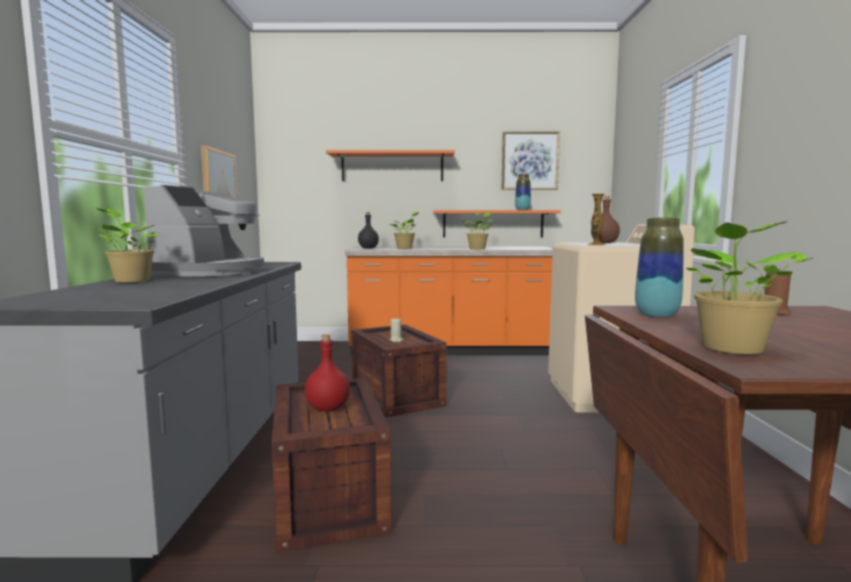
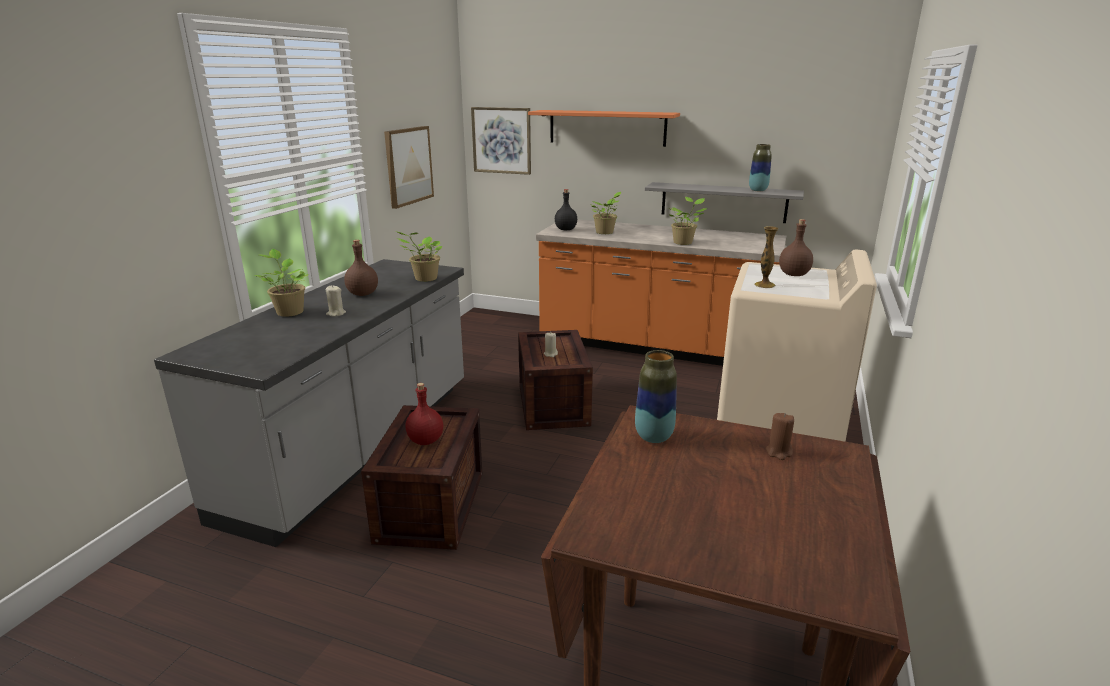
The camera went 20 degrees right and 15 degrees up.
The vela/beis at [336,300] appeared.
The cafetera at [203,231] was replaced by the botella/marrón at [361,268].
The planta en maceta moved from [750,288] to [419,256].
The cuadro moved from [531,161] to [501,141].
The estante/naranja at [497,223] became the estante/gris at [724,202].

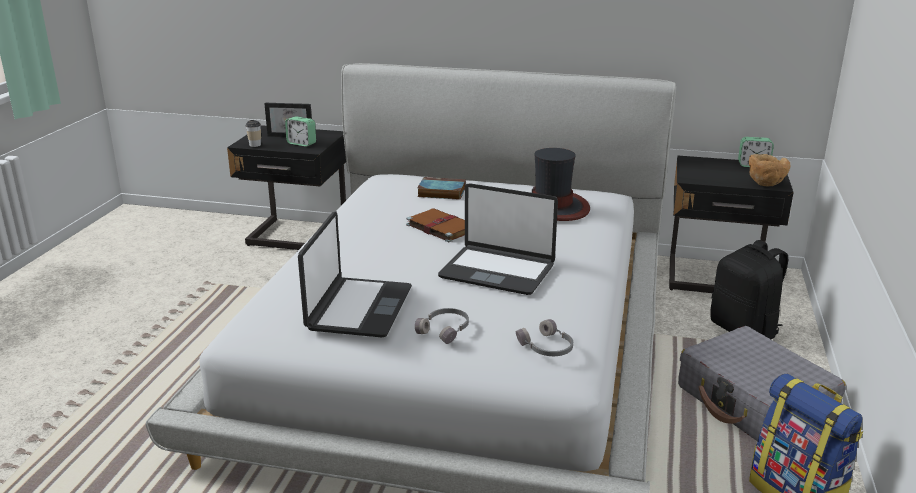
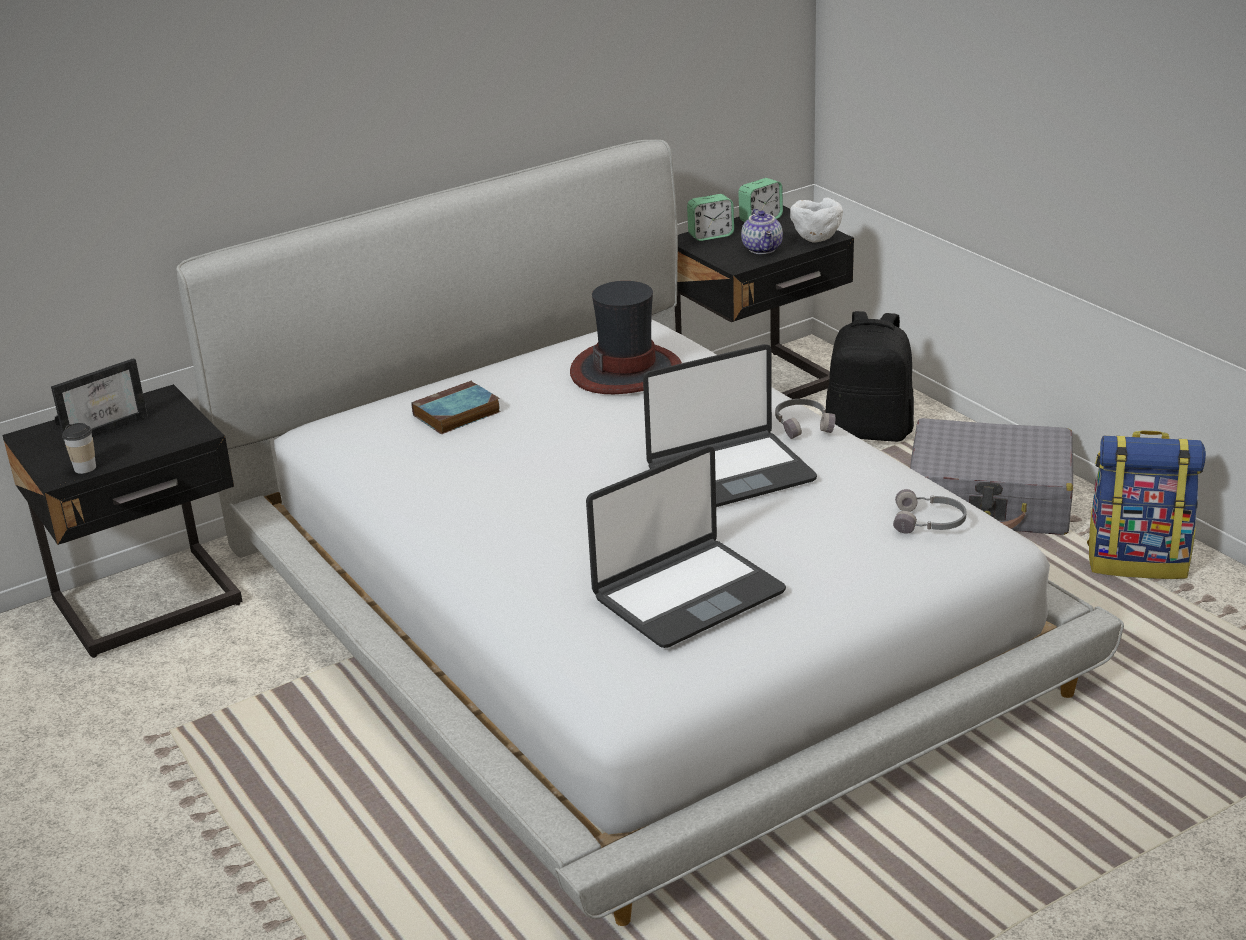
The camera went 45 degrees left and 5 degrees up.
The portátil at [355,274] turned 90 degrees clockwise.
The despertador moved from [300,131] to [710,217].
The tetera at [762,231] appeared.
The auriculares/gris moved from [442,326] to [805,419].
The cuenco/marrón at [769,170] became the cuenco/blanco at [816,220].
The libro/marrón at [435,225] disappeared.

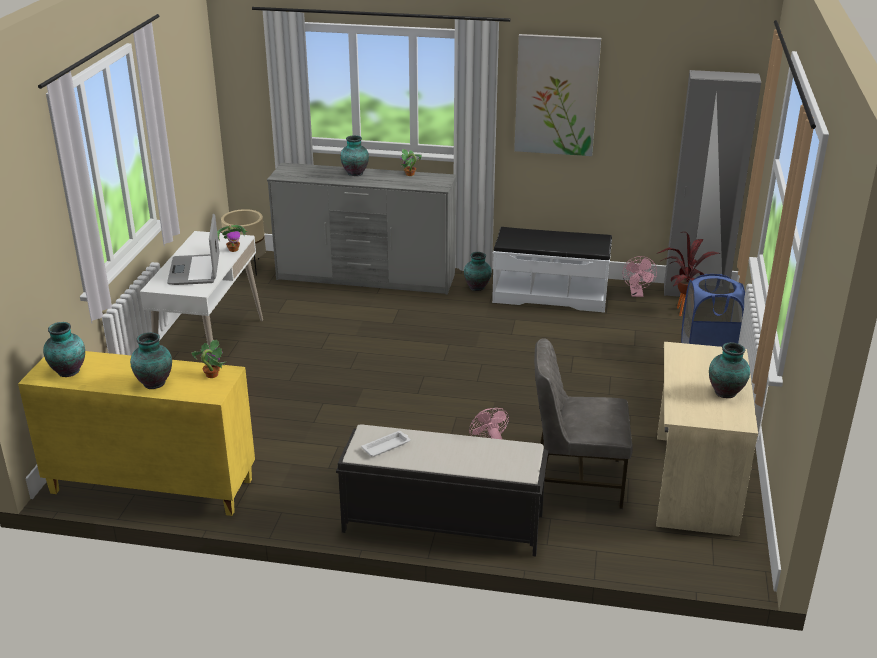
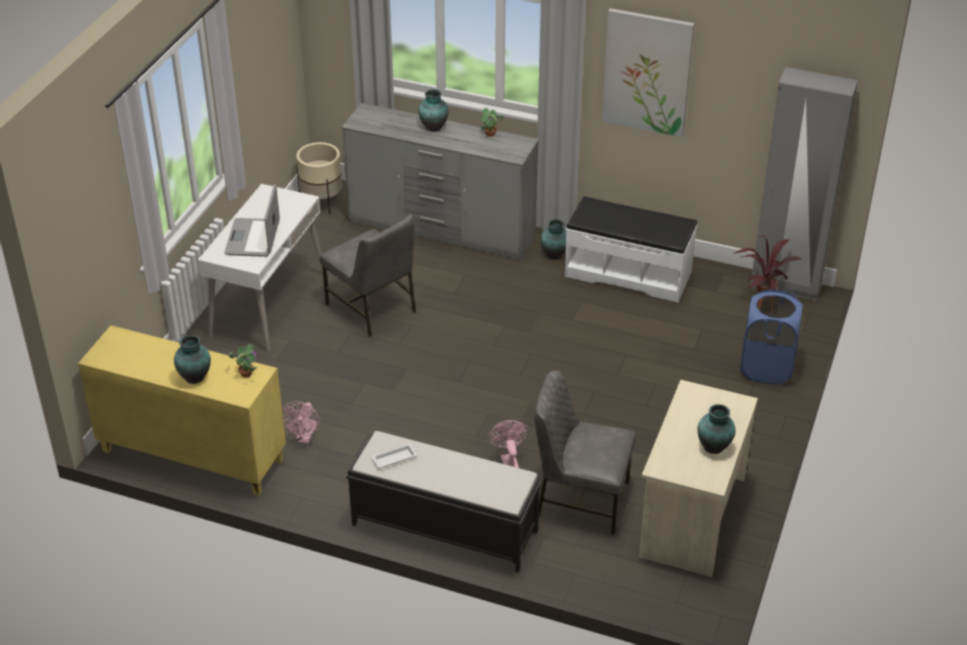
The camera went 10 degrees right and 10 degrees up.
The ventilador/rosa moved from [640,276] to [301,422].
The silla/gris at [368,275] appeared.
The florero at [64,349] disappeared.
The planta en maceta at [232,238] disappeared.

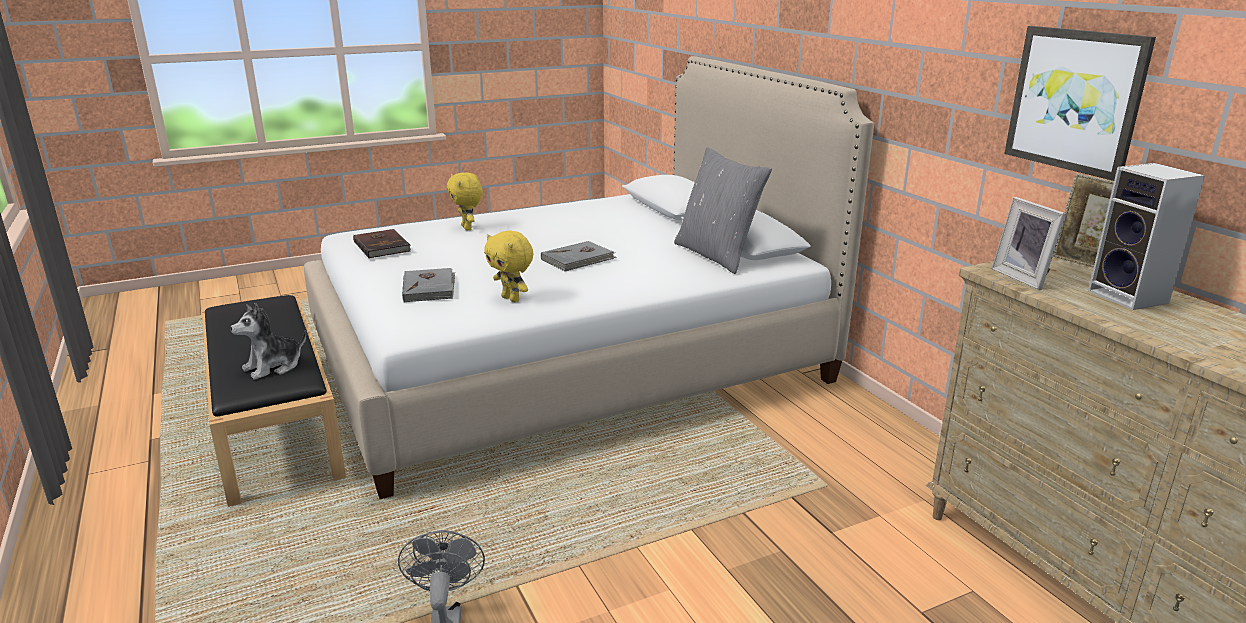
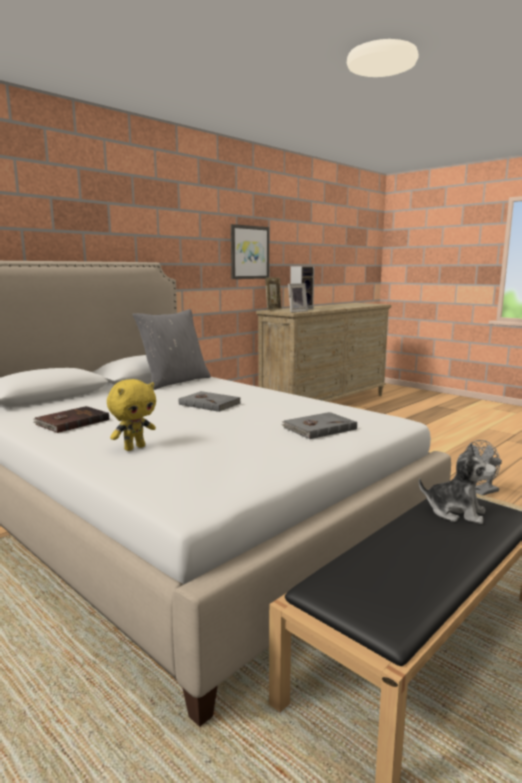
The camera went 110 degrees left and 10 degrees down.
The libro/marrón moved from [382,243] to [71,419].
The peluche/amarillo at [509,266] disappeared.

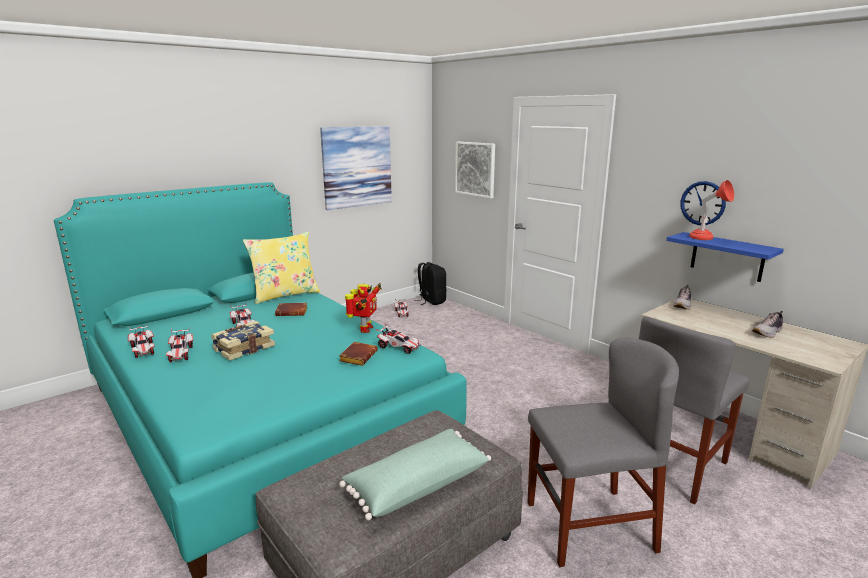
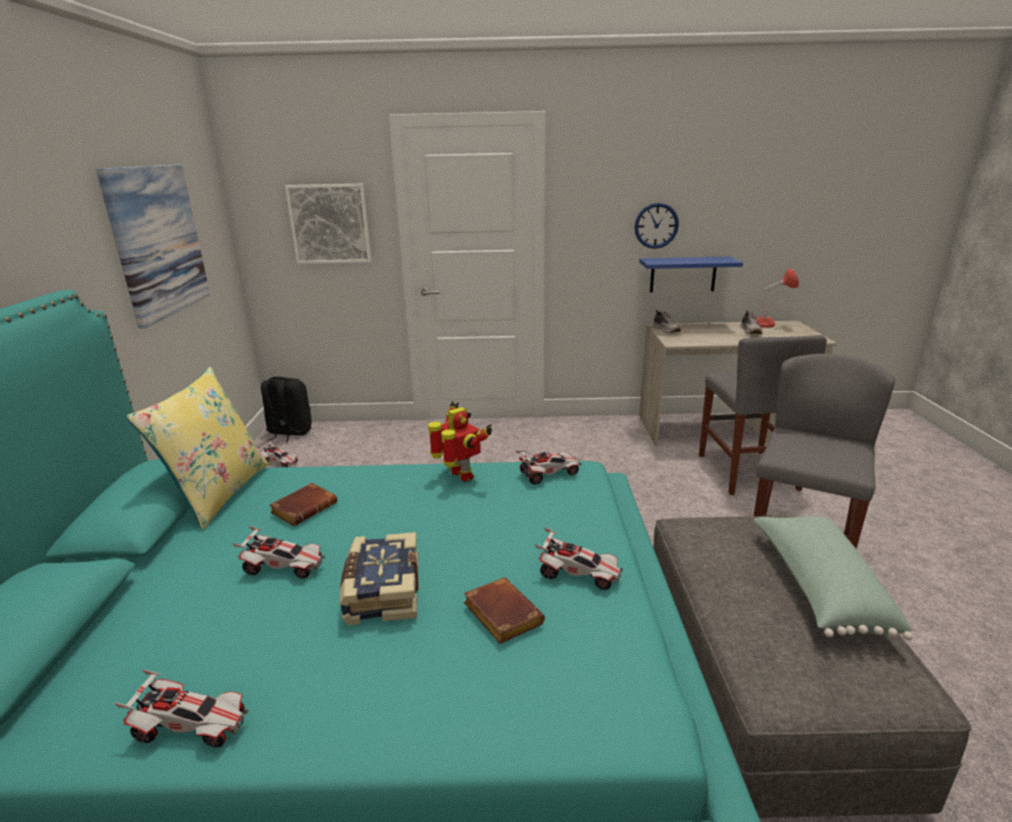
The camera went 50 degrees left and 5 degrees up.
The libro/marrón moved from [358,354] to [504,610].
The coche de juguete moved from [179,344] to [579,558].
The lámpara de mesa/rojo moved from [711,210] to [778,298].

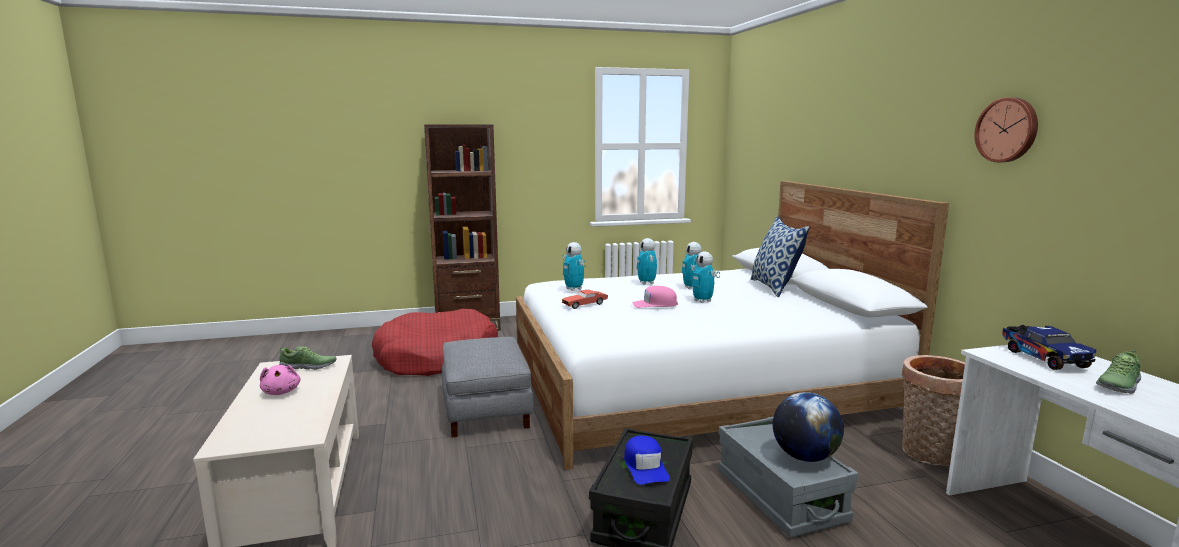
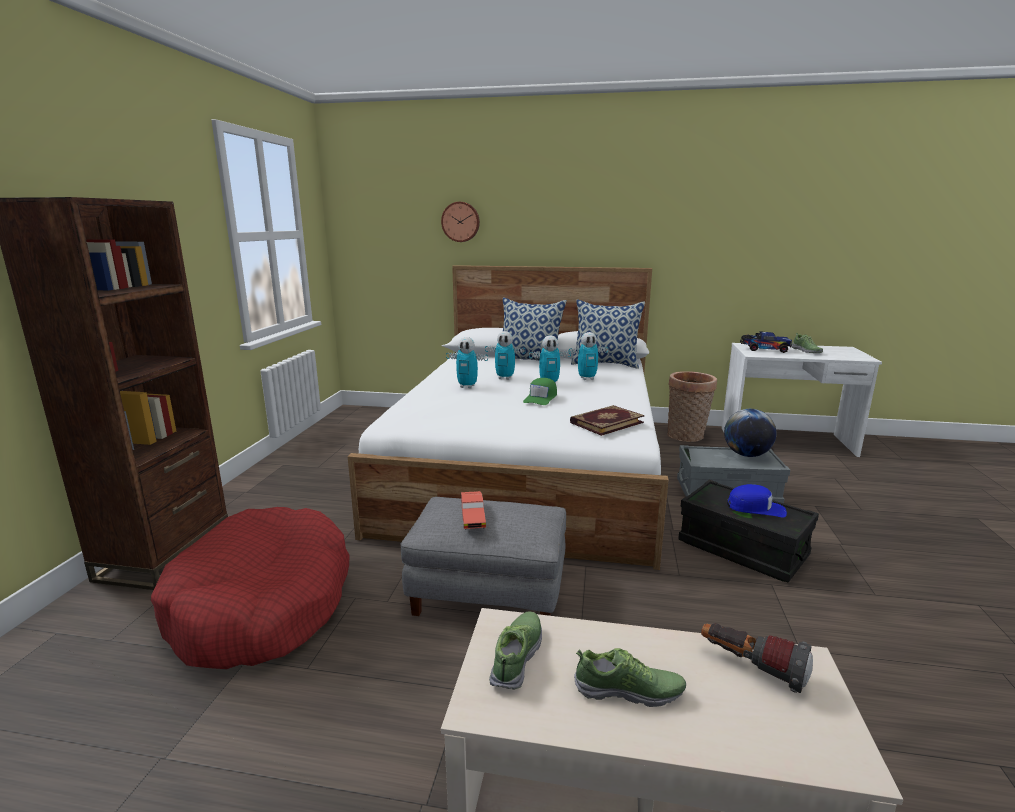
The camera went 65 degrees left and 5 degrees up.
The reloj de pared moved from [1006,130] to [460,222].
The coche de juguete/rojo moved from [585,299] to [473,510].
The gorra/rosa at [655,297] became the gorra/verde at [540,391].
The robot de juguete moved from [574,266] to [588,356].
The libro at [607,420] appeared.
The cojín at [608,334] appeared.
The peluche/rosa at [280,380] was replaced by the zapato at [630,677].
The linterna at [757,658] appeared.

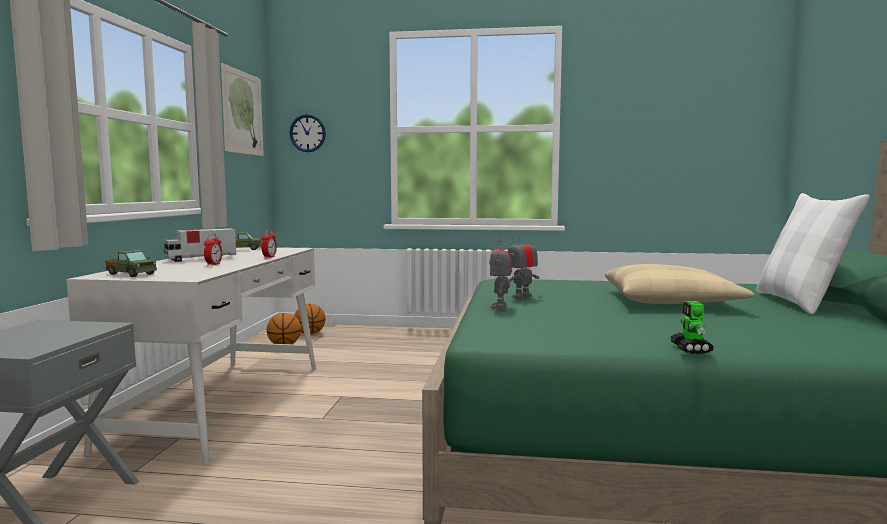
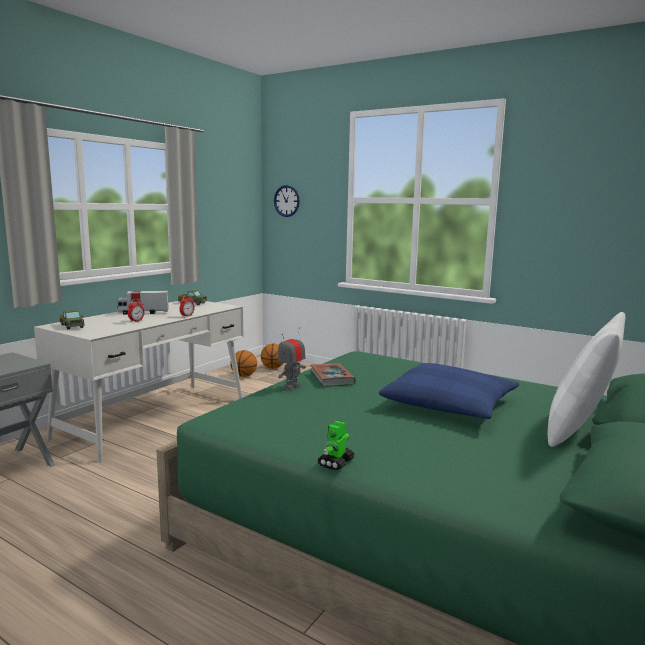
The camera went 25 degrees right and 5 degrees up.
The robot de juguete at [523,265] was replaced by the libro at [333,375].
The cojín/beis at [679,284] became the cojín/azul at [449,391].
The cuadro at [242,109] disappeared.

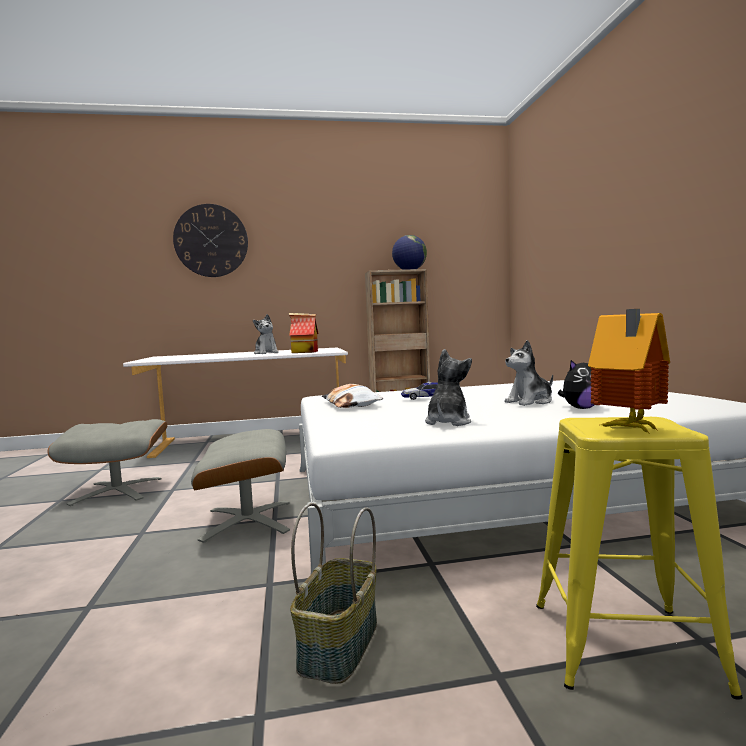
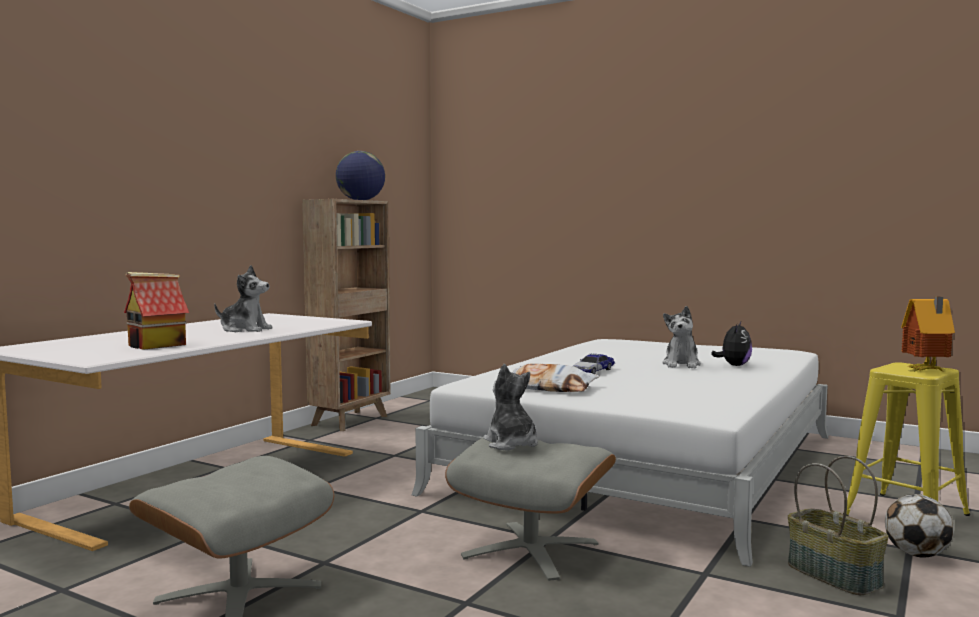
The camera went 50 degrees left and 0 degrees up.
The casita moved from [304,333] to [156,311].
The peluche moved from [448,387] to [510,407].
The balón de fútbol at [919,526] appeared.
The reloj de pared at [210,240] disappeared.

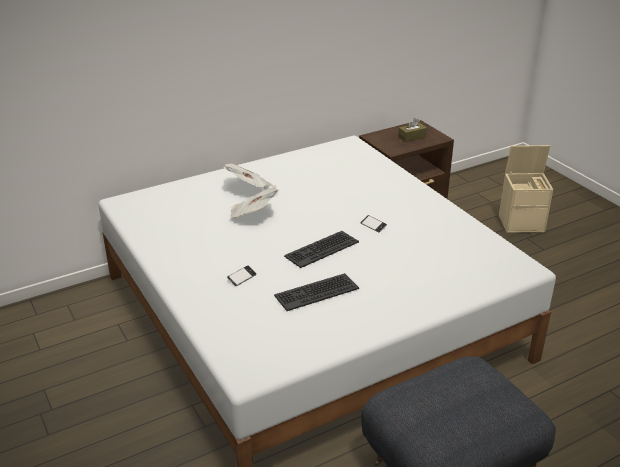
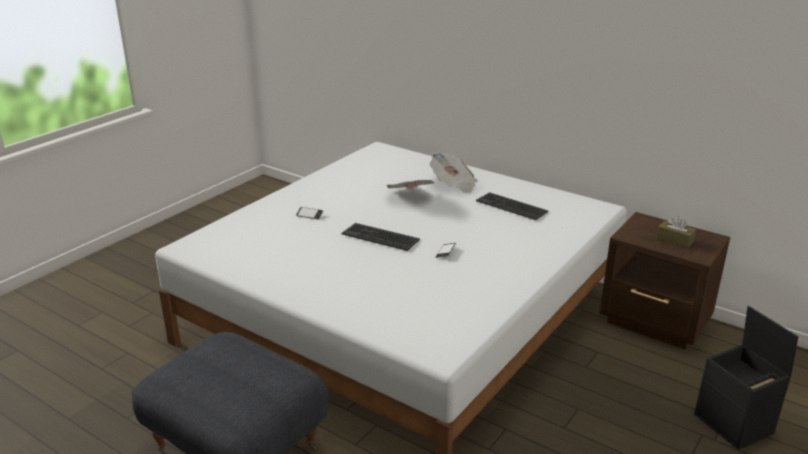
The camera went 65 degrees right and 5 degrees down.
The teclado moved from [316,292] to [512,206].
The caja de almacenaje/beis at [526,189] became the caja de almacenaje/negro at [746,378].

